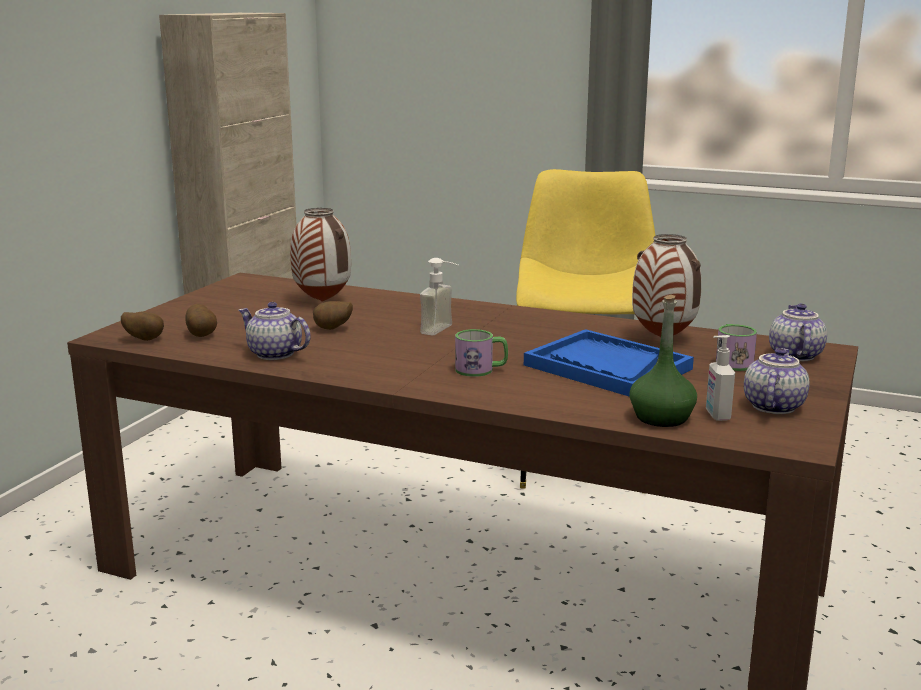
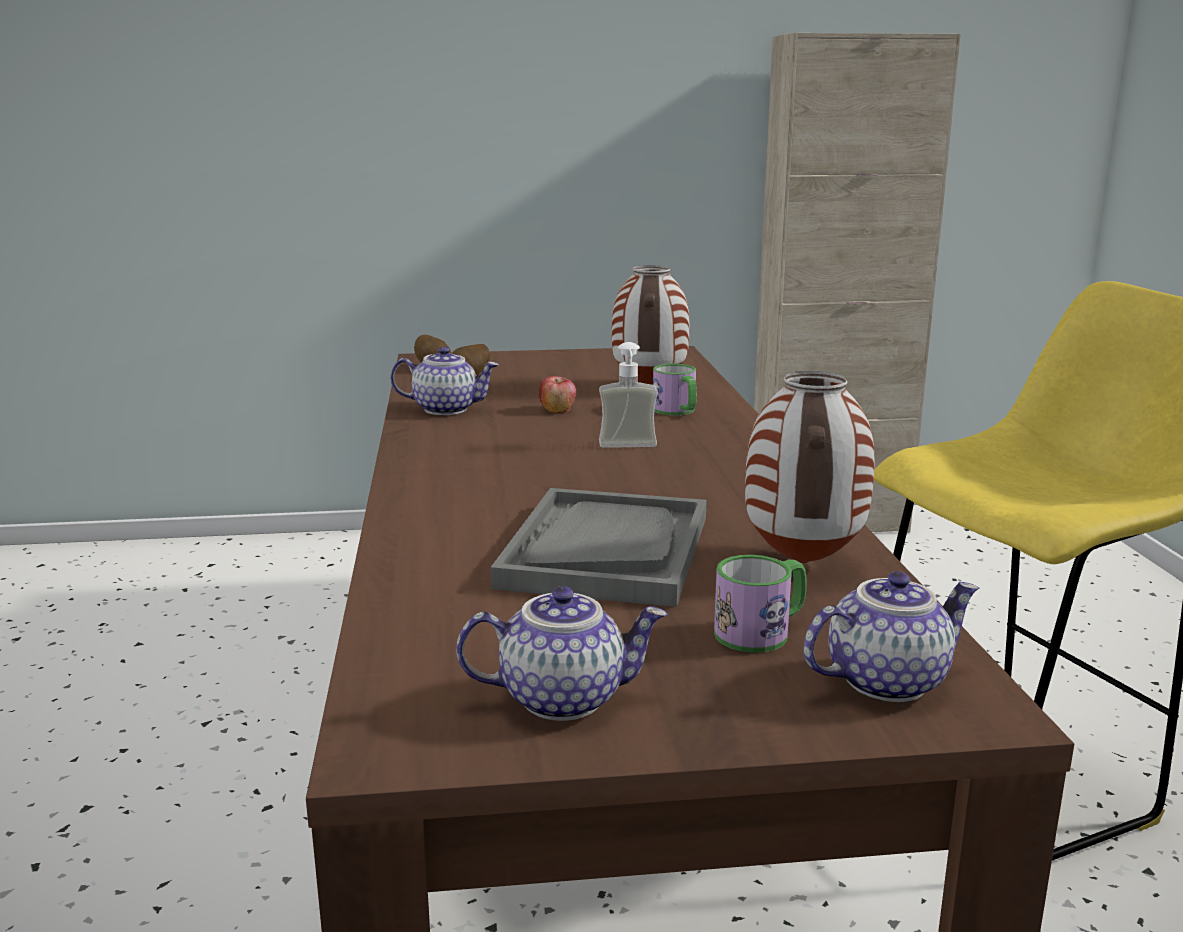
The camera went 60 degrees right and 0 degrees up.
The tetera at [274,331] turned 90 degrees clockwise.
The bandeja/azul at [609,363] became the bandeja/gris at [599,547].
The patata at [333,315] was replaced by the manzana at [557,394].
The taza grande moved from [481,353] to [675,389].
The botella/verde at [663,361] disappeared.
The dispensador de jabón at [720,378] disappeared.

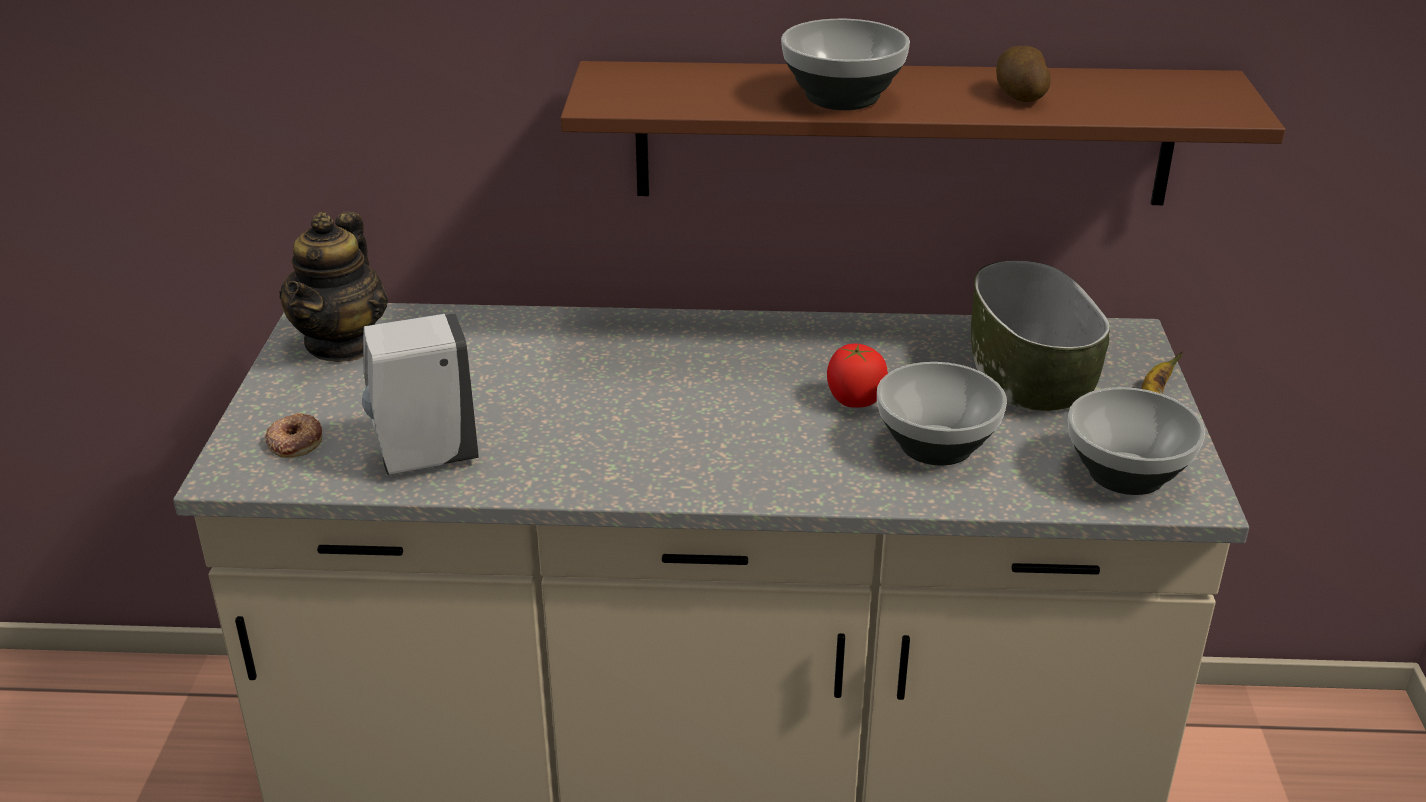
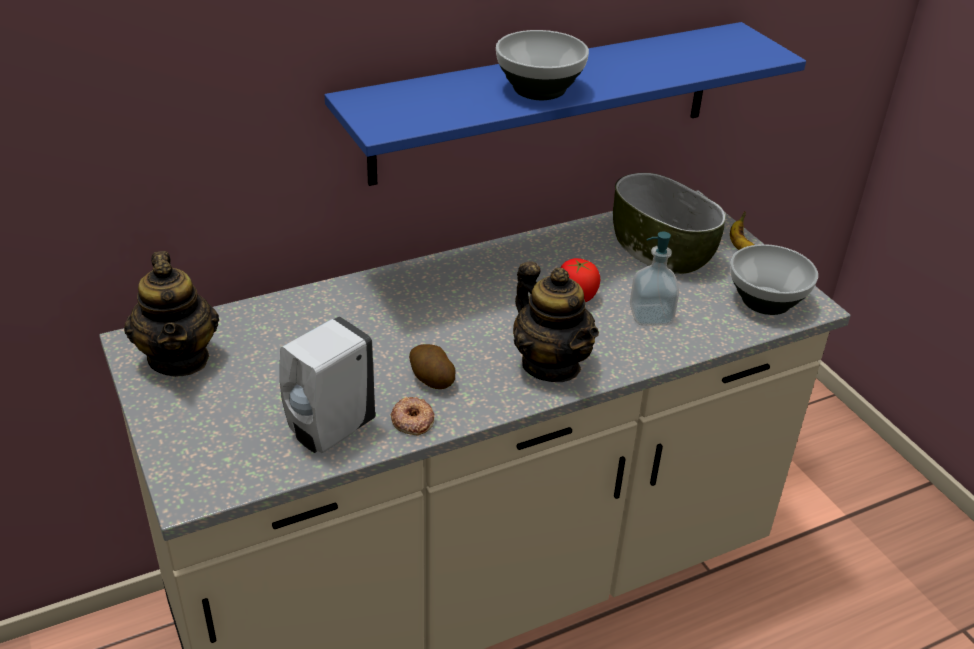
The camera went 30 degrees left and 5 degrees up.
The estante/marrón at [922,133] became the estante/azul at [565,104].
The rosquilla moved from [293,435] to [412,416].
The patata moved from [1023,74] to [432,366].
The tetera at [556,321] appeared.
The cuenco at [942,414] was replaced by the dispensador de jabón at [654,279].

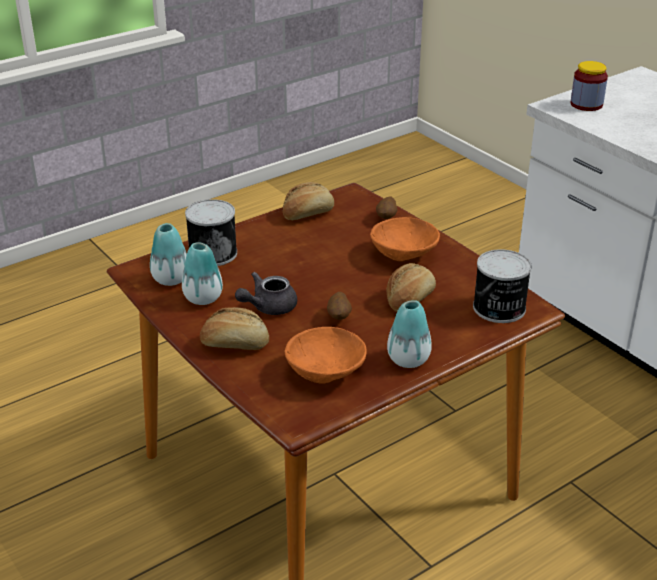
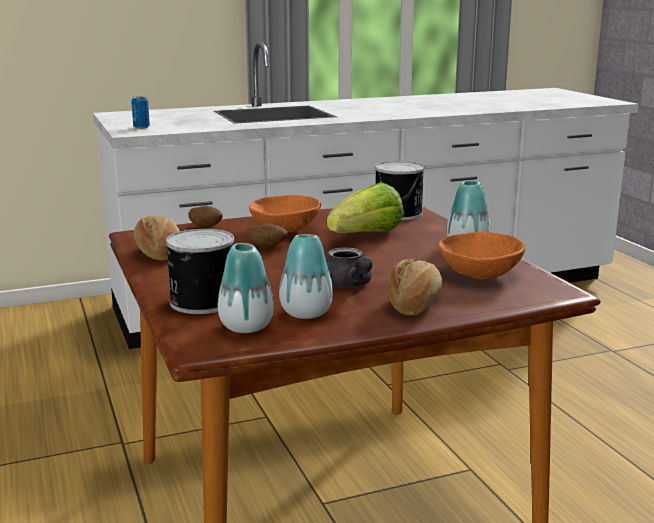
The camera went 75 degrees left and 15 degrees down.
The tarro at [589,86] was replaced by the lata at [140,112].
The patata moved from [339,306] to [267,236].
The pan at [411,287] was replaced by the lechuga at [365,207].

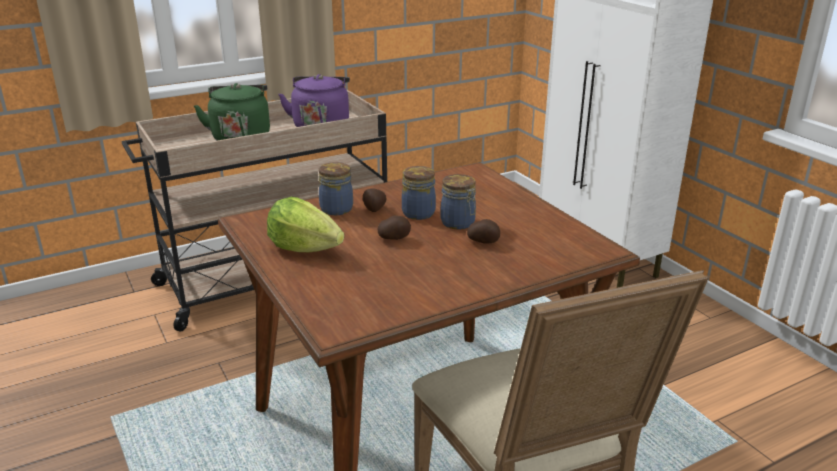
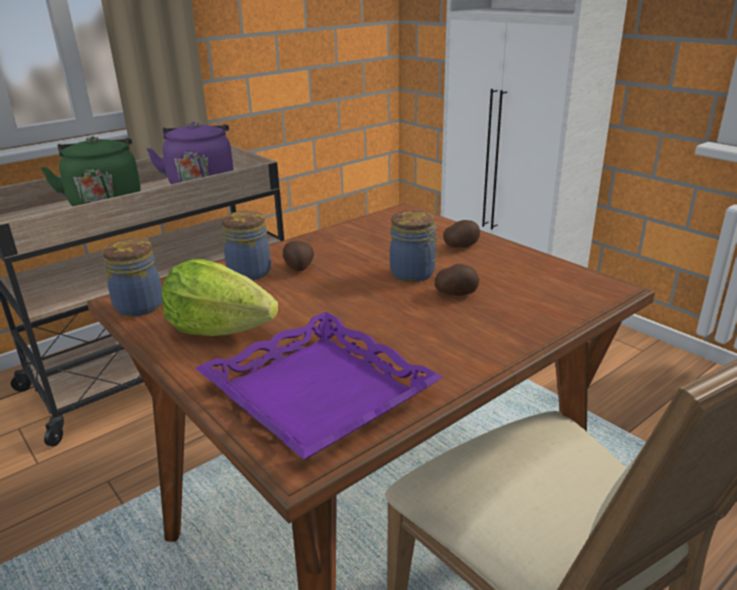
The camera went 10 degrees left and 0 degrees up.
The tarro moved from [419,193] to [132,277].
The bandeja/morado at [319,385] appeared.
The patata moved from [394,227] to [461,234].

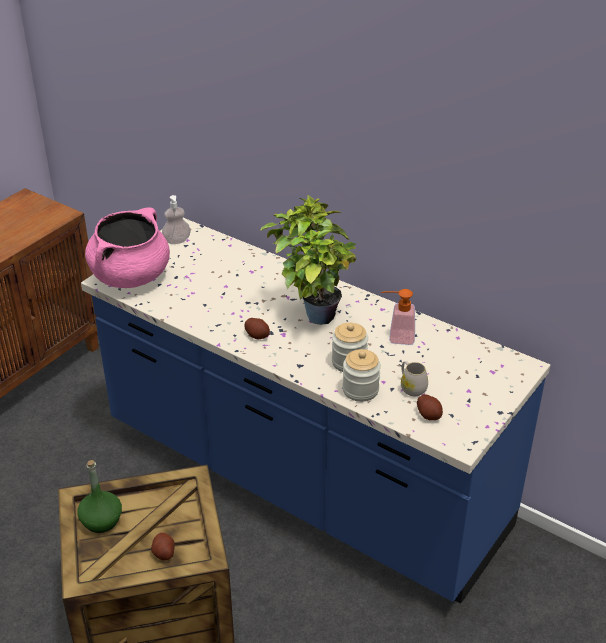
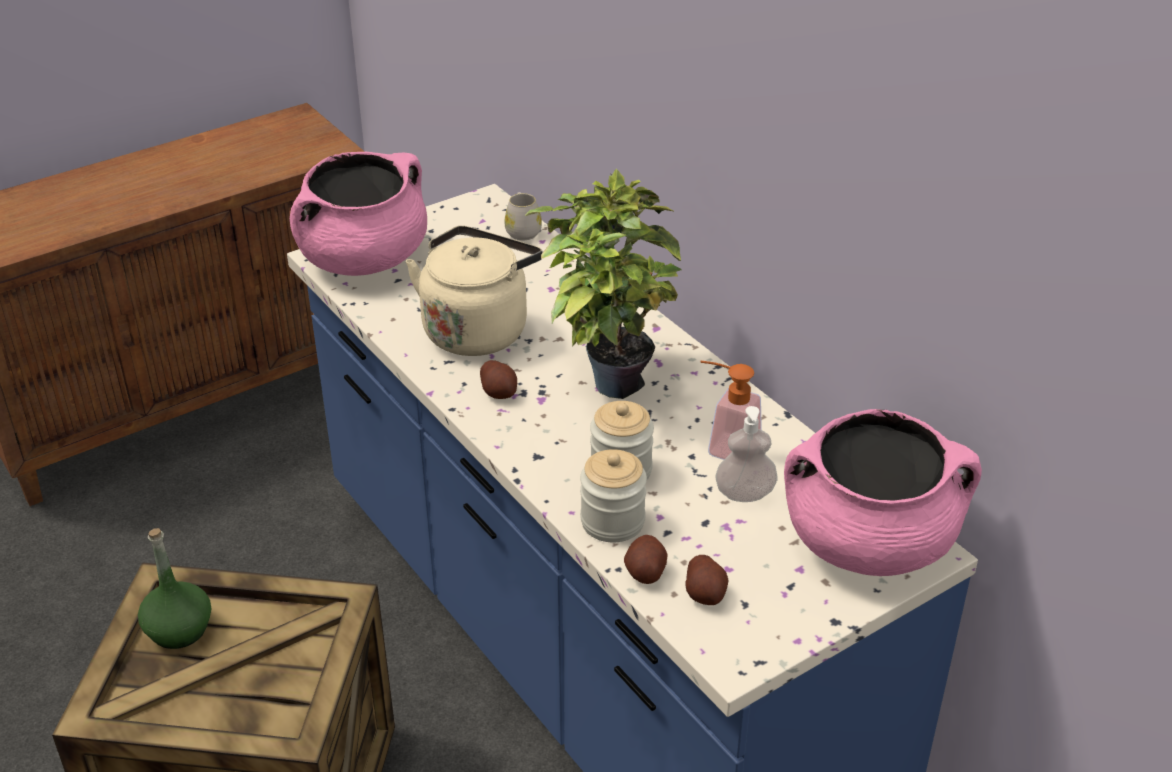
The camera went 20 degrees right and 0 degrees up.
The hervidor/beis at [474,291] appeared.
The taza grande/blanco moved from [414,378] to [523,216].
The patata moved from [163,547] to [646,559].
The dispensador de jabón moved from [176,219] to [746,454].
The olla/rosa at [883,492] appeared.

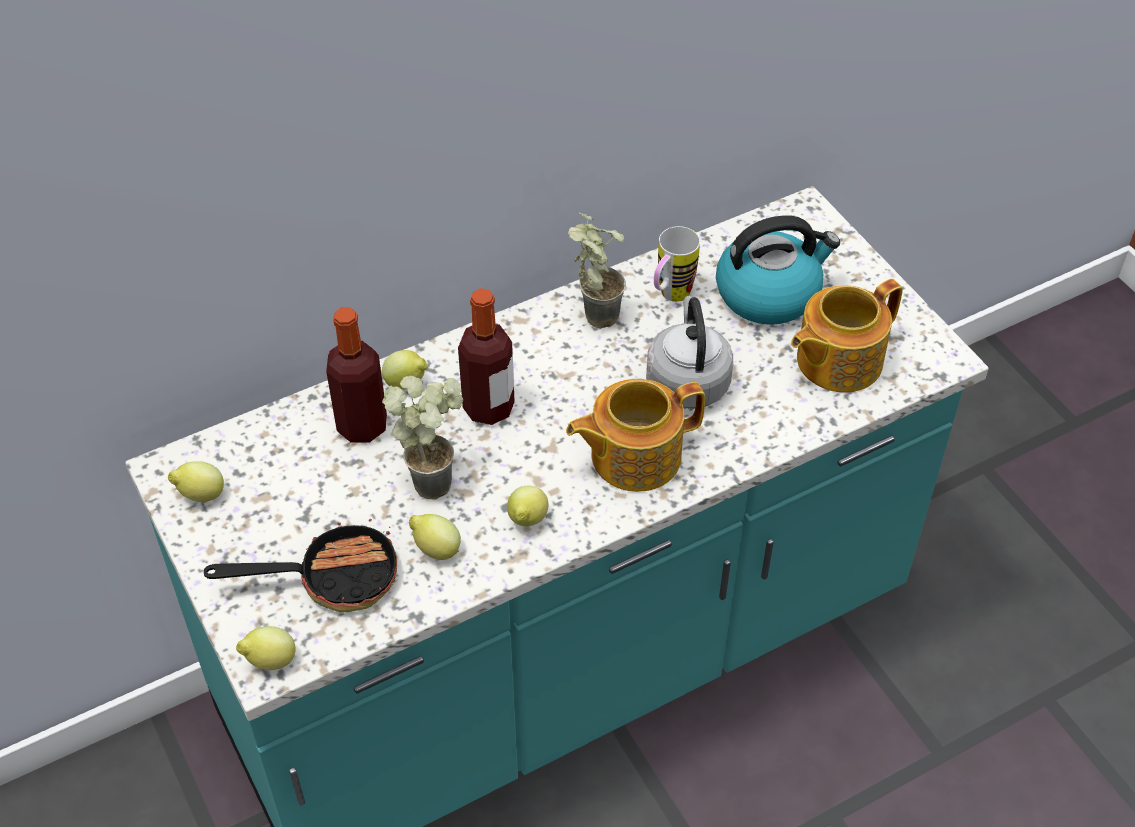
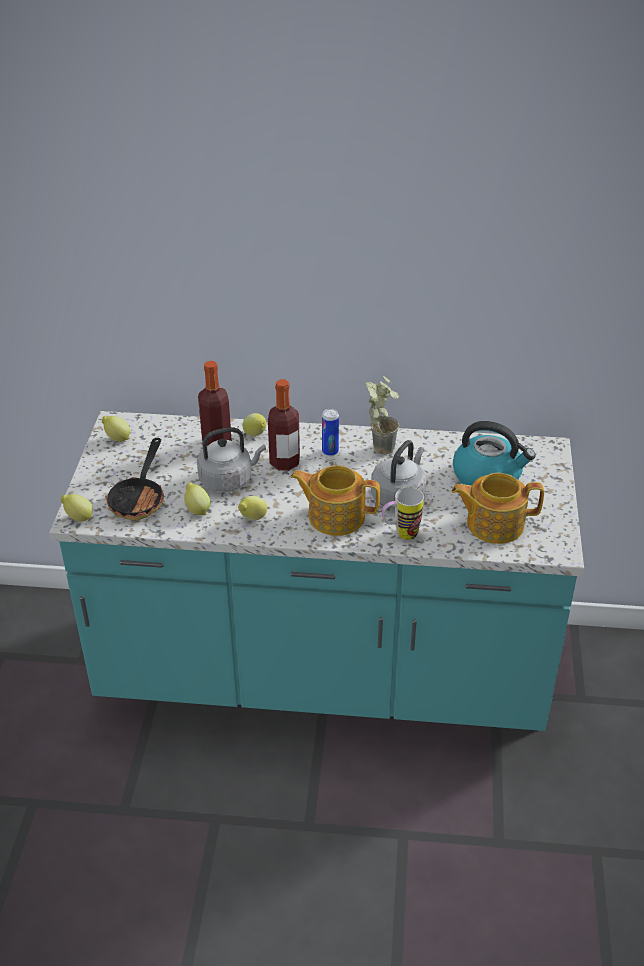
The camera went 35 degrees right and 10 degrees down.
The sartén at [300,565] turned 75 degrees clockwise.
The planta en maceta at [422,438] was replaced by the hervidor/gris at [231,459].
The lata at [330,432] appeared.
The taza grande moved from [677,264] to [403,513].

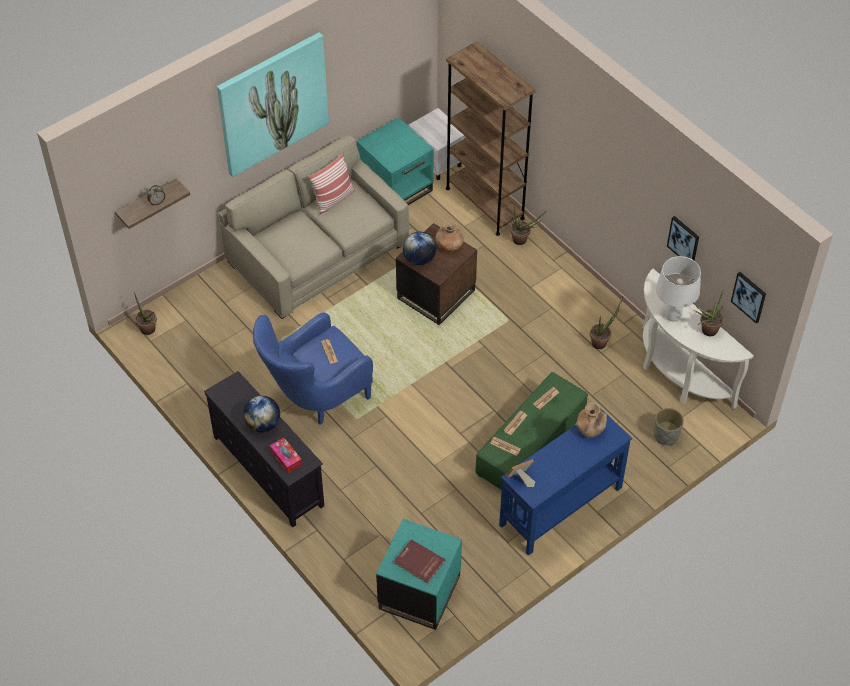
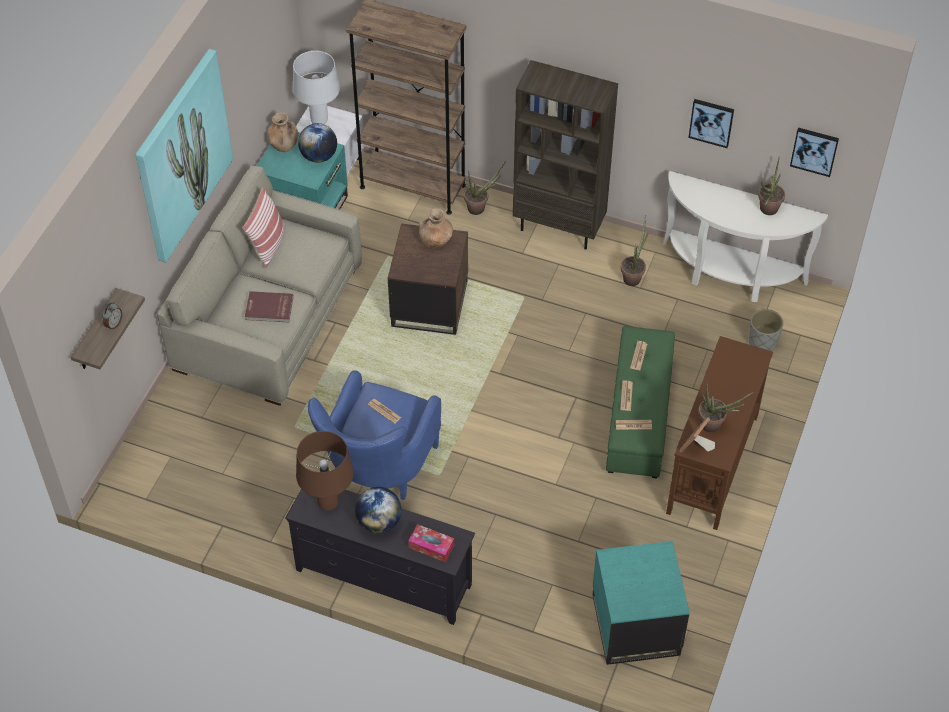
The camera went 30 degrees left and 0 degrees up.
The libro/rojo moved from [419,561] to [269,307].
The florero/marrón moved from [591,420] to [283,132].
The lámpara de mesa/blanco moved from [678,289] to [316,88].
The lámpara de mesa/marrón at [324,471] appeared.
The globo terráqueo moved from [419,248] to [317,143].
The estantería/marrón at [565,155] appeared.
The mesa consola/azul at [565,482] became the mesa consola/marrón at [719,433].
The planta en maceta moved from [146,313] to [725,407].

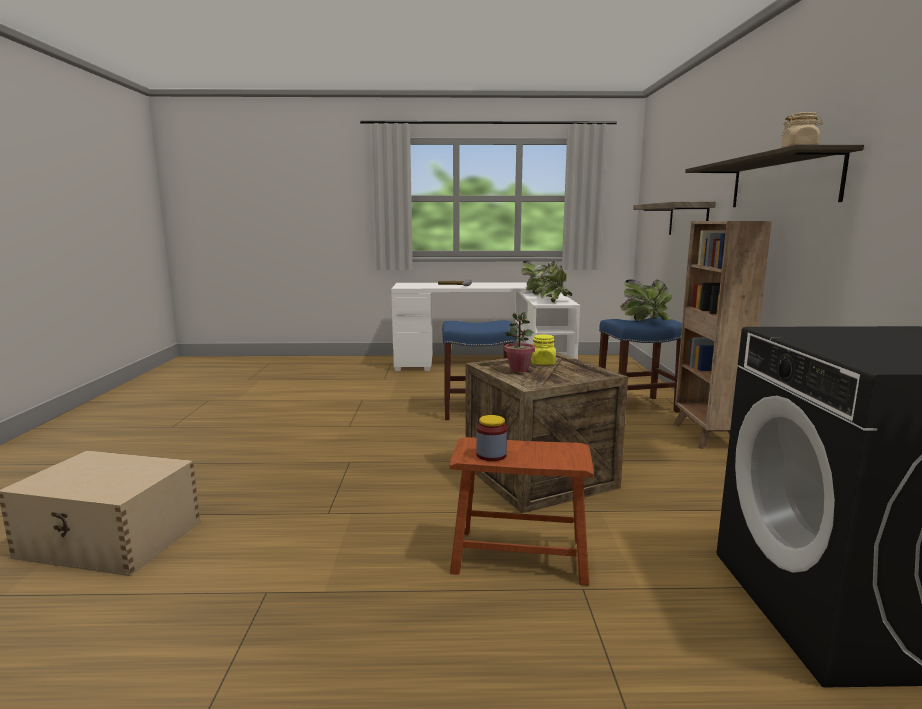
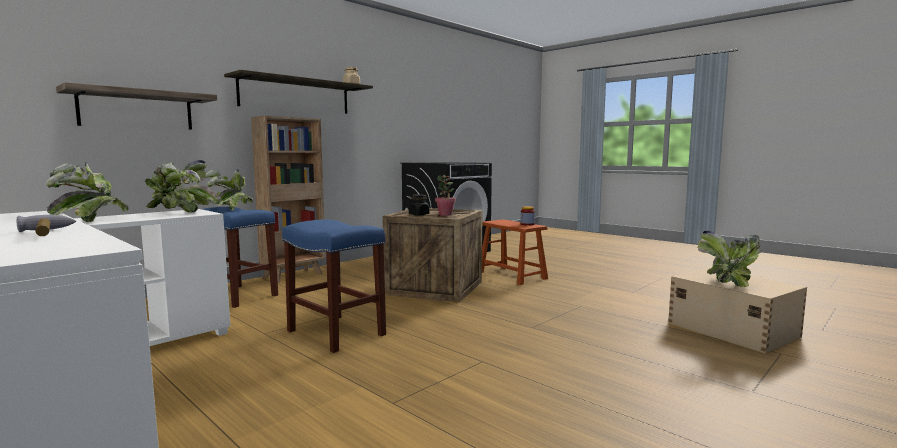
The camera went 135 degrees left and 5 degrees down.
The tarro/amarillo at [543,350] became the tarro/negro at [419,205].
The planta en maceta at [729,258] appeared.

